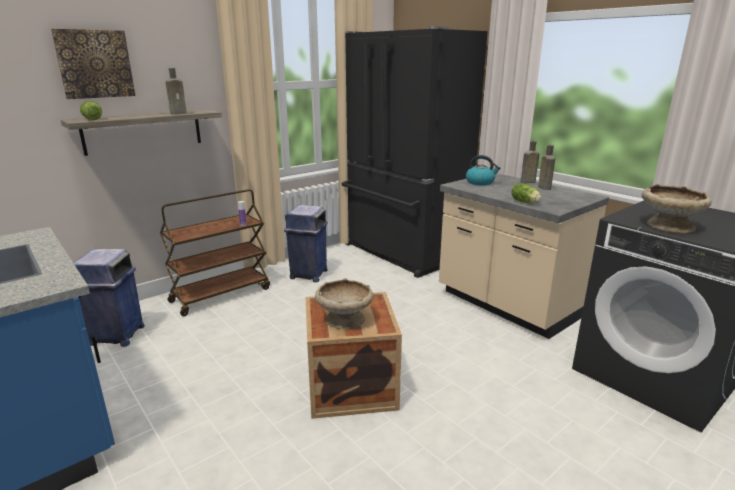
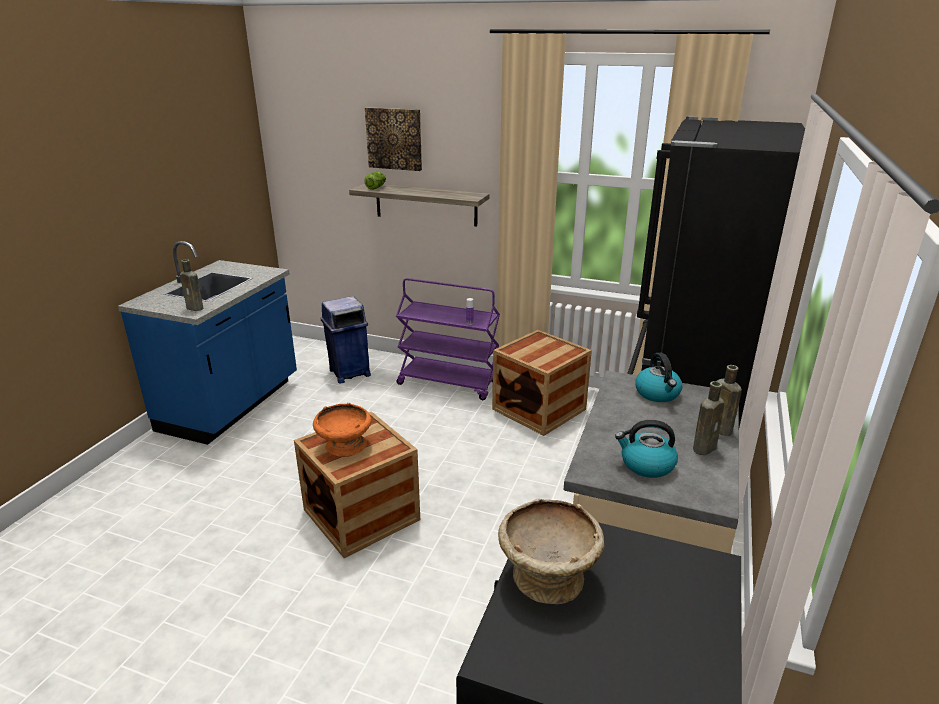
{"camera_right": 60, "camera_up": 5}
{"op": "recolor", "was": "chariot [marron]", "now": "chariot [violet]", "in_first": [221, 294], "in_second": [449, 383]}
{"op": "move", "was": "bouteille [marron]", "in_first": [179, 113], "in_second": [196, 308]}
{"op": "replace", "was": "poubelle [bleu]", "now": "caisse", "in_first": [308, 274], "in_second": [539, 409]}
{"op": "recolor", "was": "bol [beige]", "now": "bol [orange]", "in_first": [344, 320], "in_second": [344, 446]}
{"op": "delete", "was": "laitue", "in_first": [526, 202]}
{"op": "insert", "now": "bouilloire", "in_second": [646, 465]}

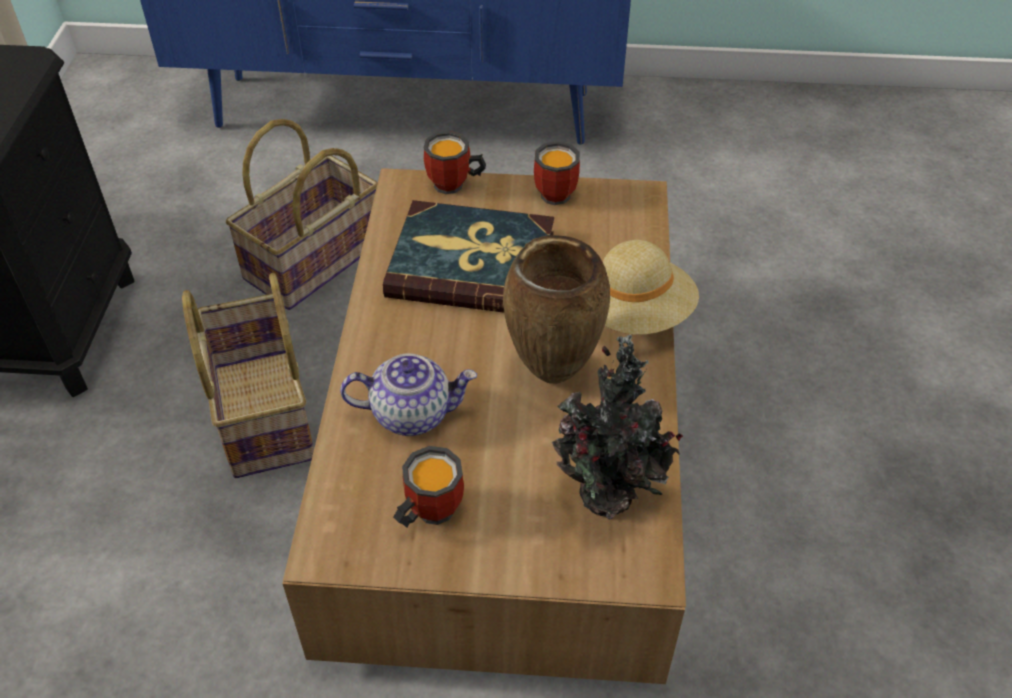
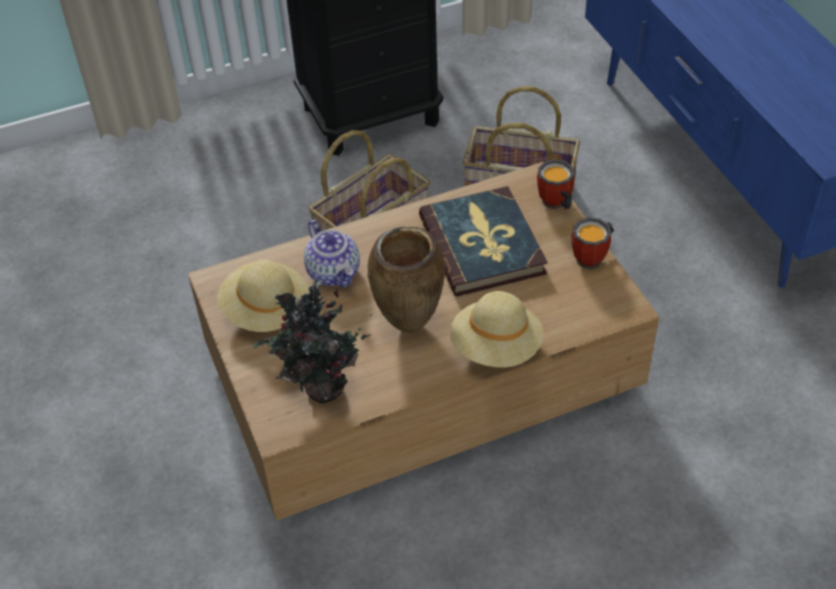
{"camera_right": 65, "camera_up": 0}
{"op": "replace", "was": "mug", "now": "chapeau [beige]", "in_first": [427, 511], "in_second": [265, 311]}

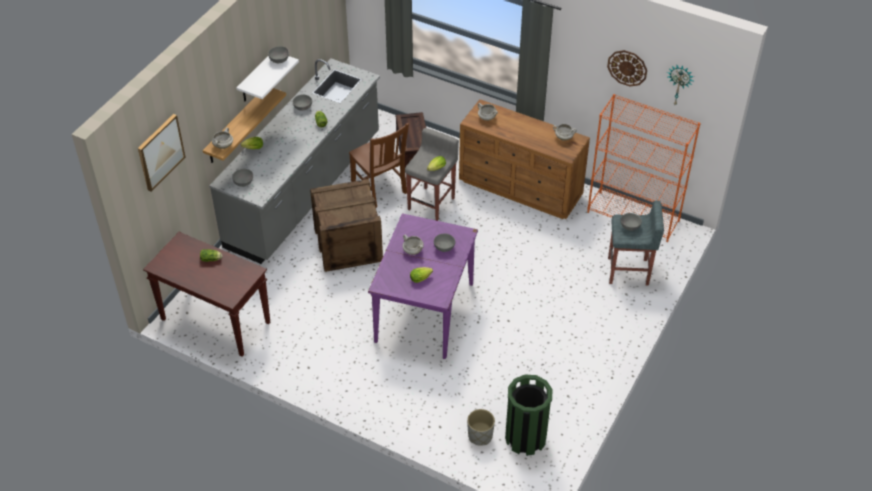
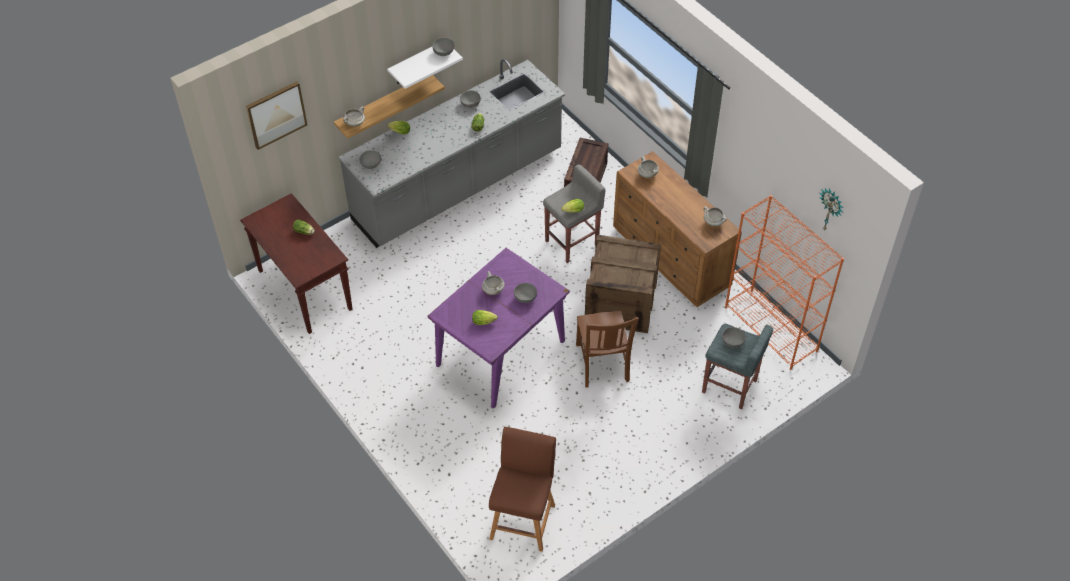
{"camera_right": 25, "camera_up": 5}
{"op": "move", "was": "caisse", "in_first": [348, 245], "in_second": [621, 303]}
{"op": "move", "was": "chaise [marron]", "in_first": [380, 188], "in_second": [602, 364]}
{"op": "delete", "was": "cache-pot [gris]", "in_first": [480, 436]}
{"op": "replace", "was": "poubelle [vert]", "now": "tabouret [marron]", "in_first": [525, 438], "in_second": [523, 518]}
{"op": "delete", "was": "horloge murale", "in_first": [627, 68]}

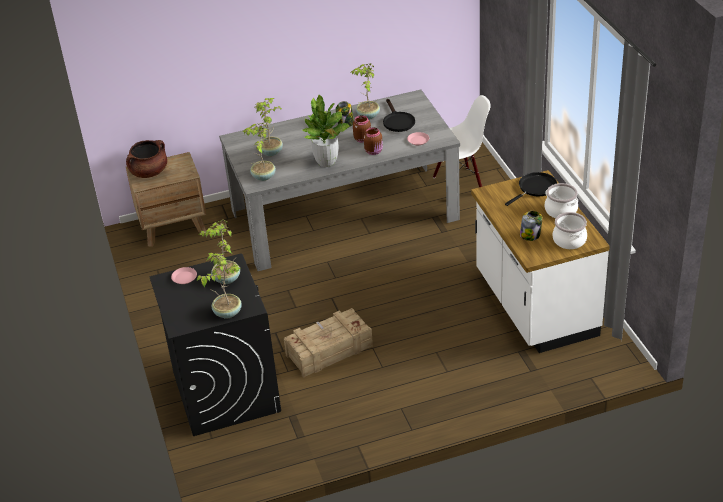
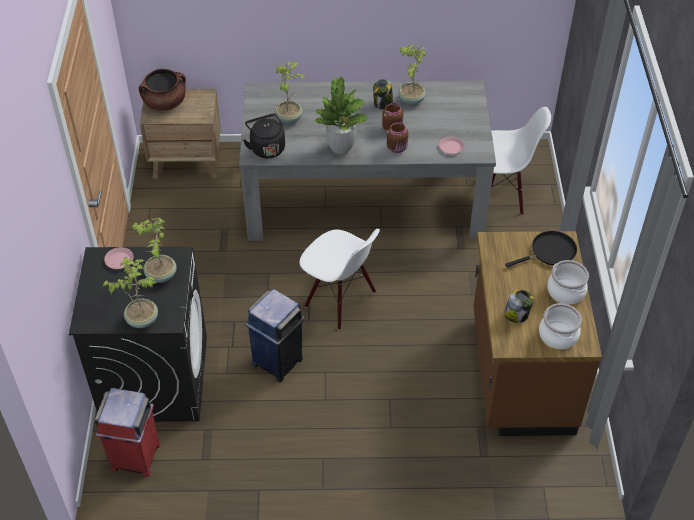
{"camera_right": 15, "camera_up": 10}
{"op": "replace", "was": "plante en pot", "now": "bouilloire [noir]", "in_first": [263, 177], "in_second": [266, 148]}
{"op": "replace", "was": "caisse", "now": "poubelle [bleu]", "in_first": [328, 350], "in_second": [278, 361]}
{"op": "delete", "was": "poêle [noir]", "in_first": [397, 121]}
{"op": "recolor", "was": "comptoir de cuisine [blanc]", "now": "comptoir de cuisine [marron]", "in_first": [534, 305], "in_second": [519, 373]}
{"op": "insert", "now": "poubelle [rouge]", "in_second": [135, 457]}
{"op": "insert", "now": "chaise [blanc]", "in_second": [339, 300]}

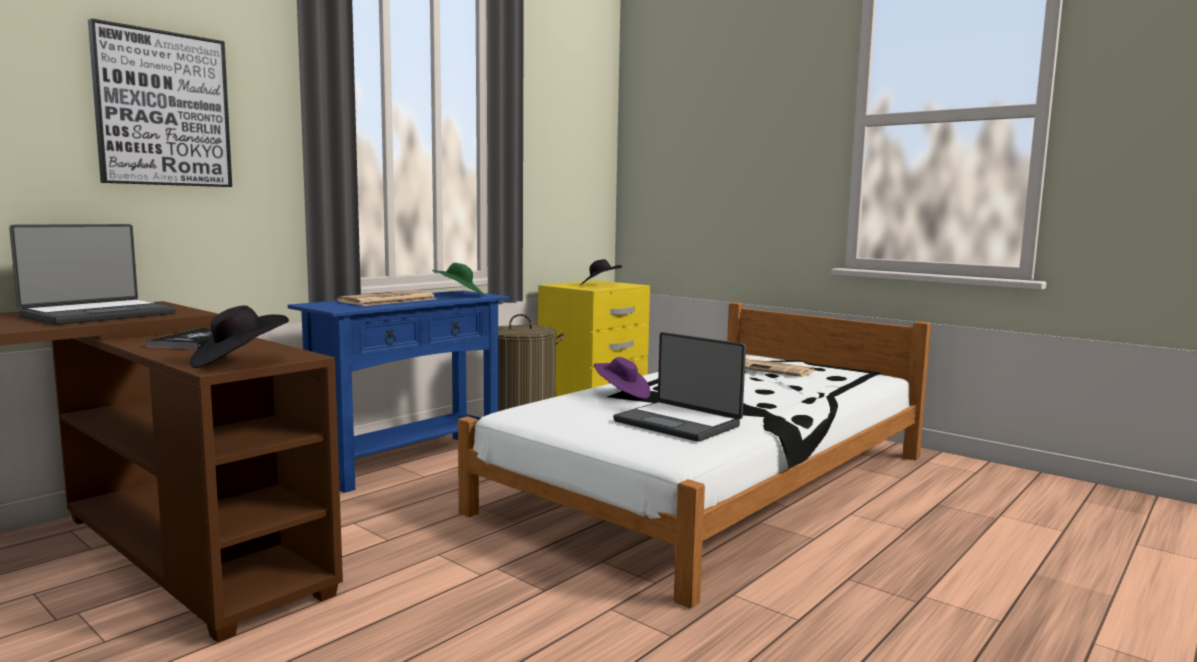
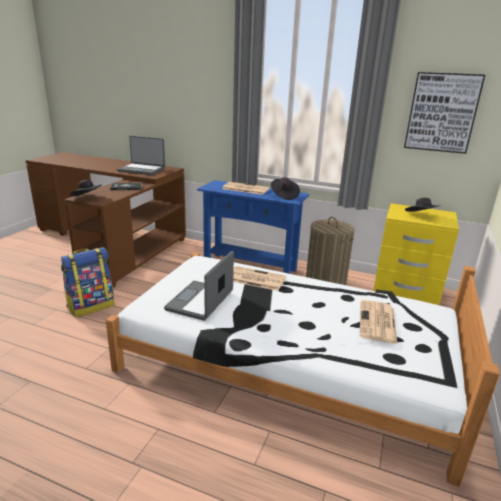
{"camera_right": 70, "camera_up": 15}
{"op": "move", "was": "tableau", "in_first": [162, 109], "in_second": [442, 113]}
{"op": "recolor", "was": "chapeau [vert]", "now": "chapeau [noir]", "in_first": [459, 295], "in_second": [284, 196]}
{"op": "replace", "was": "chapeau [violet]", "now": "journal", "in_first": [622, 394], "in_second": [254, 279]}
{"op": "insert", "now": "sac à dos", "in_second": [91, 306]}

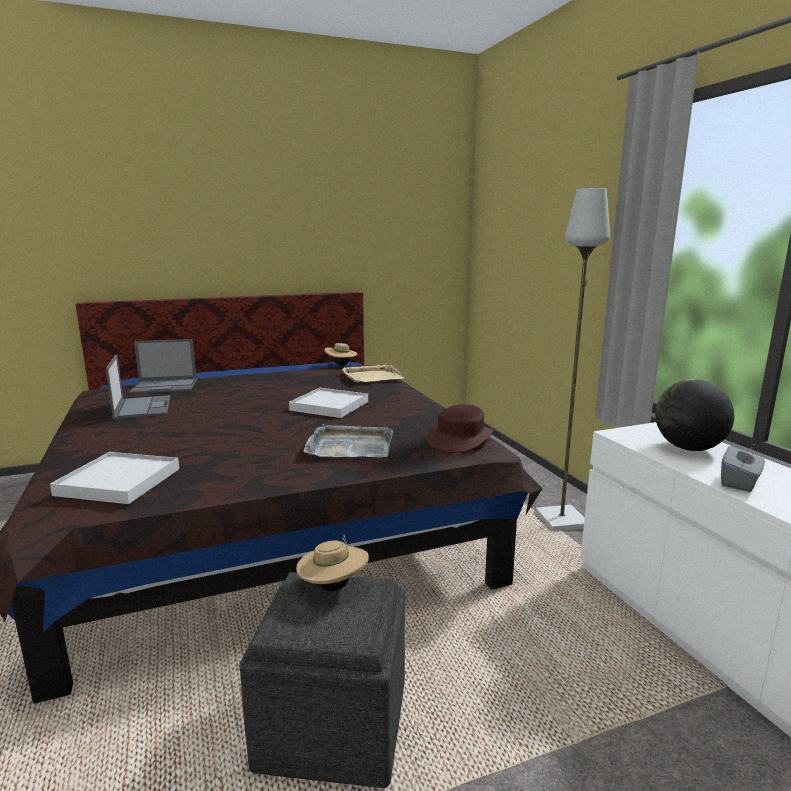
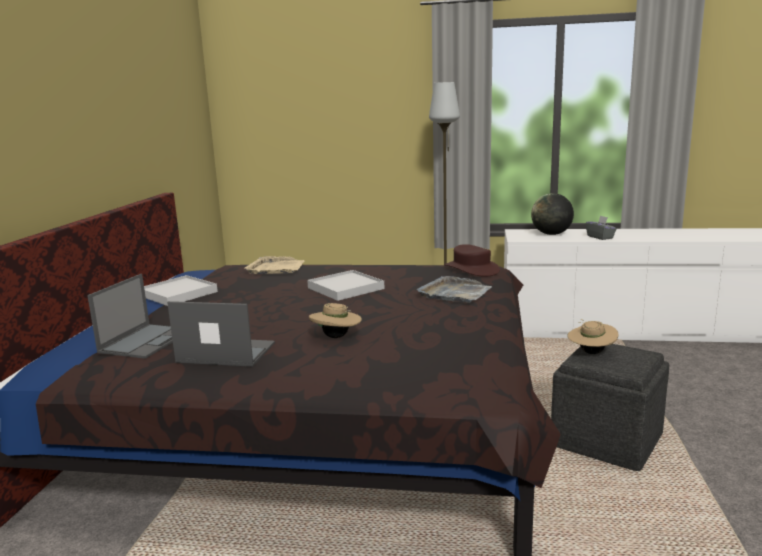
{"camera_right": -60, "camera_up": 0}
{"op": "move", "was": "plateau [blanc]", "in_first": [118, 482], "in_second": [178, 294]}
{"op": "move", "was": "chapeau [beige]", "in_first": [341, 365], "in_second": [336, 337]}

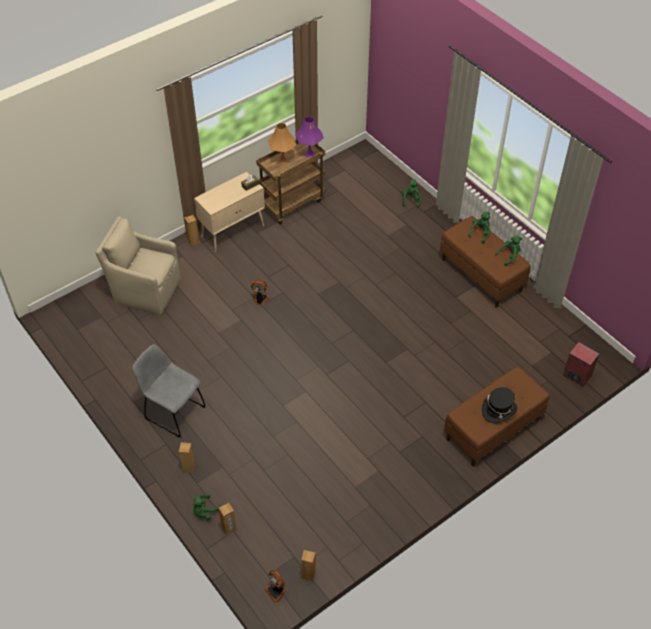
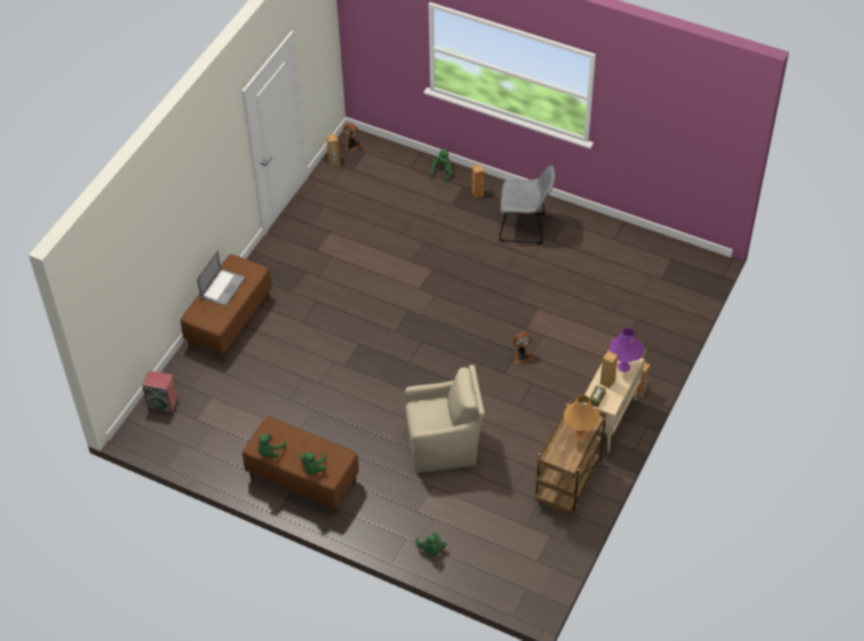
{"camera_right": 155, "camera_up": 0}
{"op": "move", "was": "fauteuil [beige]", "in_first": [145, 290], "in_second": [444, 445]}
{"op": "move", "was": "enceinte [marron]", "in_first": [229, 529], "in_second": [607, 382]}
{"op": "move", "was": "lampe de table [violet]", "in_first": [309, 154], "in_second": [624, 366]}
{"op": "replace", "was": "chapeau [noir]", "now": "ordinateur portable", "in_first": [499, 410], "in_second": [222, 287]}

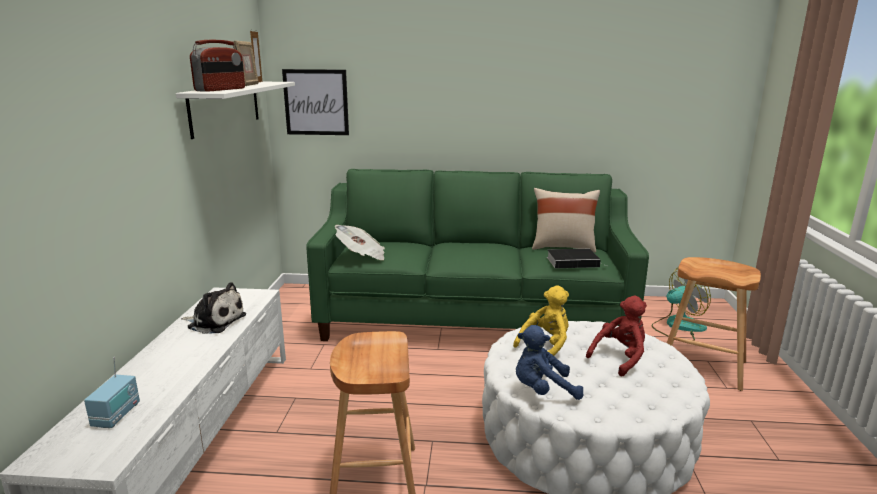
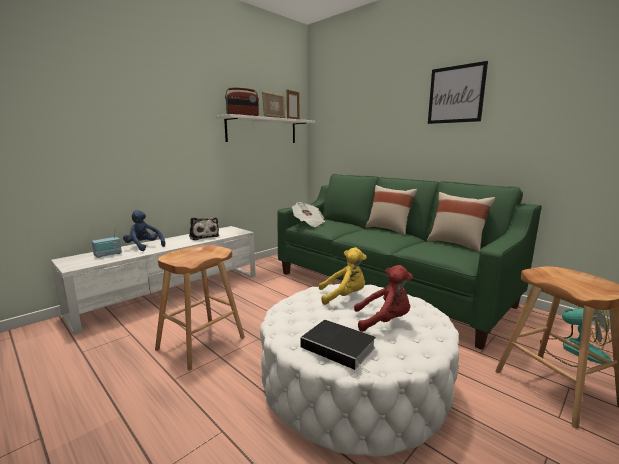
{"camera_right": 40, "camera_up": -5}
{"op": "move", "was": "tableau", "in_first": [316, 102], "in_second": [456, 94]}
{"op": "move", "was": "peluche [bleu]", "in_first": [542, 390], "in_second": [144, 247]}
{"op": "move", "was": "livre", "in_first": [574, 262], "in_second": [340, 347]}
{"op": "insert", "now": "coussin [beige]", "in_second": [389, 230]}

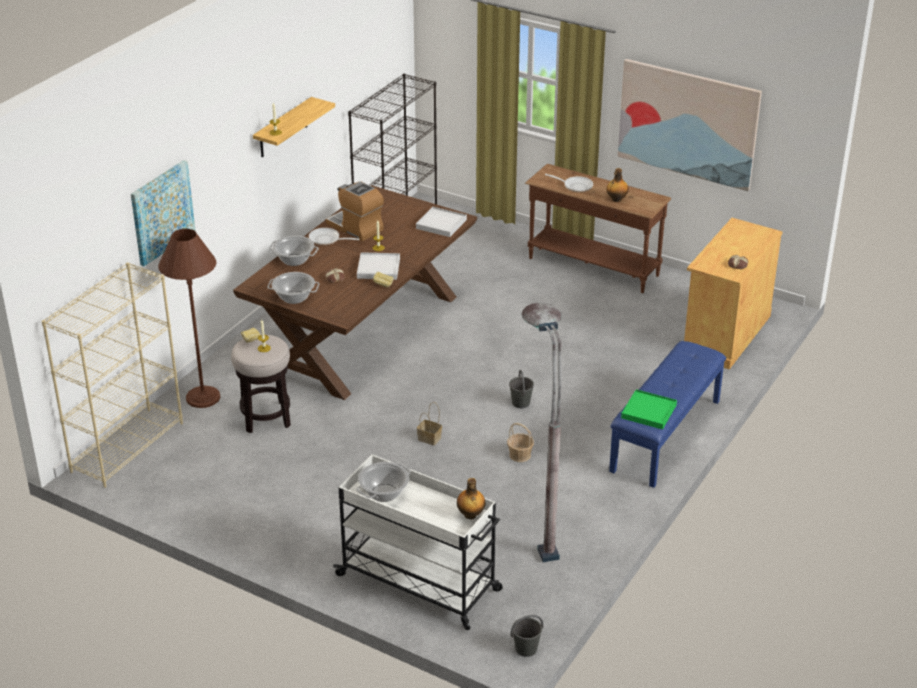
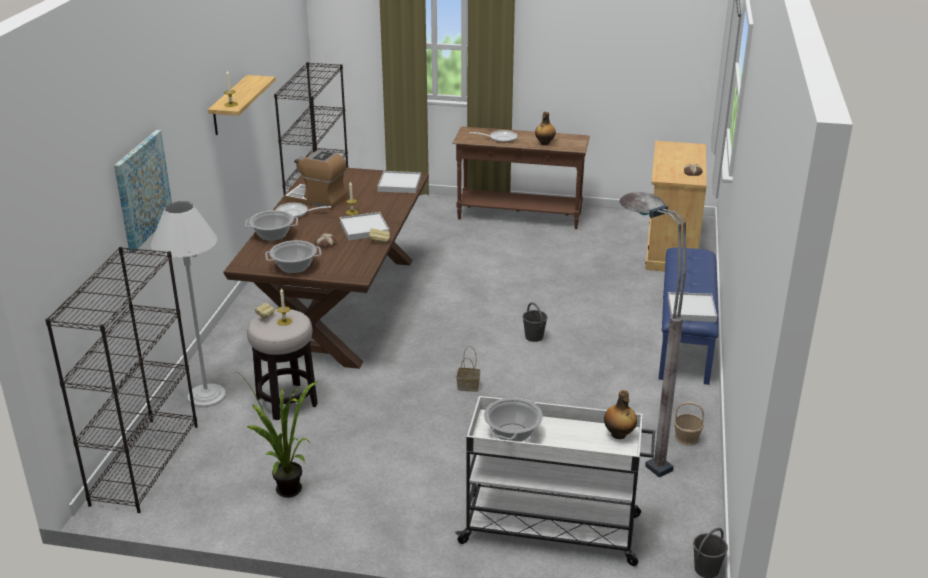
{"camera_right": -20, "camera_up": -5}
{"op": "recolor", "was": "bibliothèque [beige]", "now": "bibliothèque [noir]", "in_first": [127, 446], "in_second": [145, 463]}
{"op": "recolor", "was": "lampadaire [marron]", "now": "lampadaire [blanc]", "in_first": [203, 397], "in_second": [207, 396]}
{"op": "move", "was": "panier", "in_first": [520, 455], "in_second": [687, 438]}
{"op": "delete", "was": "tableau", "in_first": [688, 123]}
{"op": "recolor", "was": "plateau [vert]", "now": "plateau [blanc]", "in_first": [649, 412], "in_second": [691, 309]}
{"op": "insert", "now": "plante en pot", "in_second": [288, 494]}

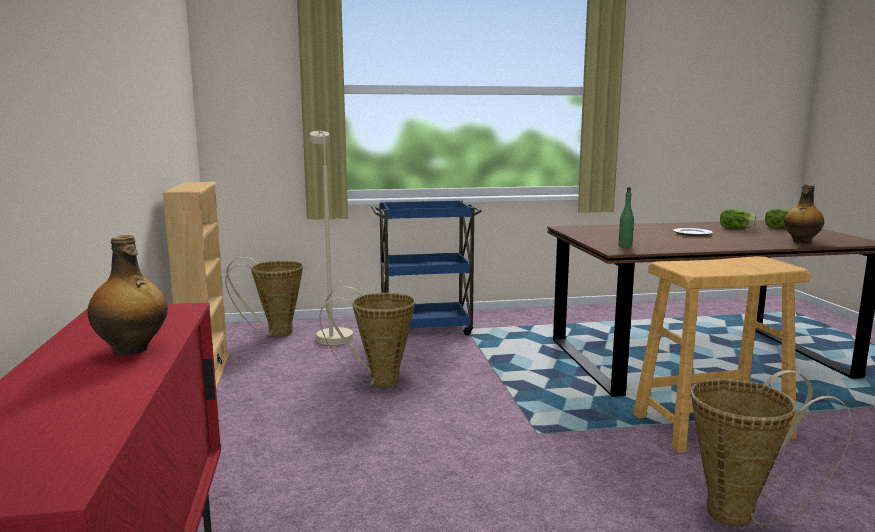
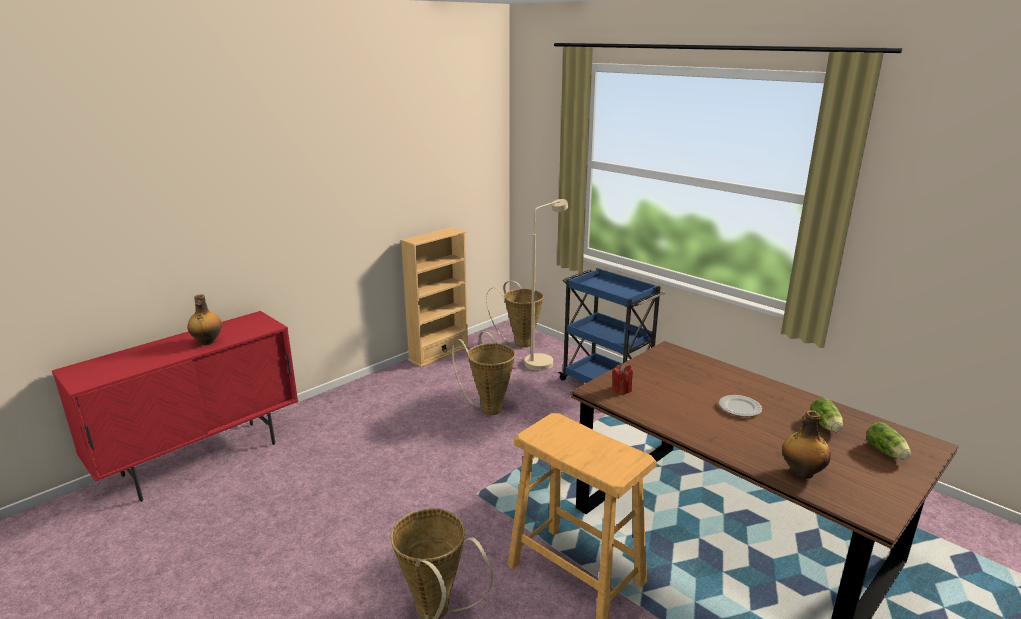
{"camera_right": 55, "camera_up": 10}
{"op": "replace", "was": "bouteille [vert]", "now": "bougie [rouge]", "in_first": [625, 246], "in_second": [621, 389]}

